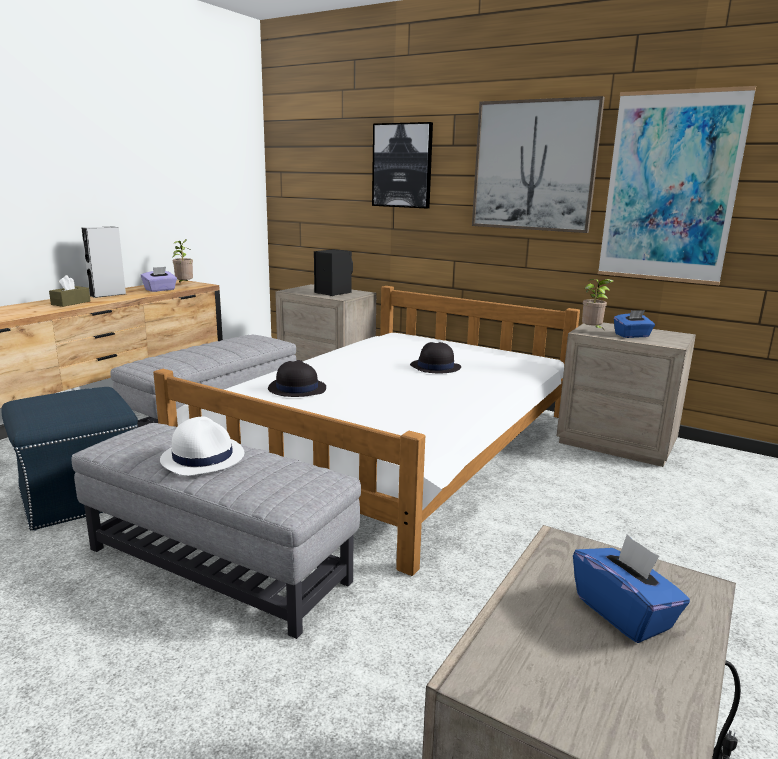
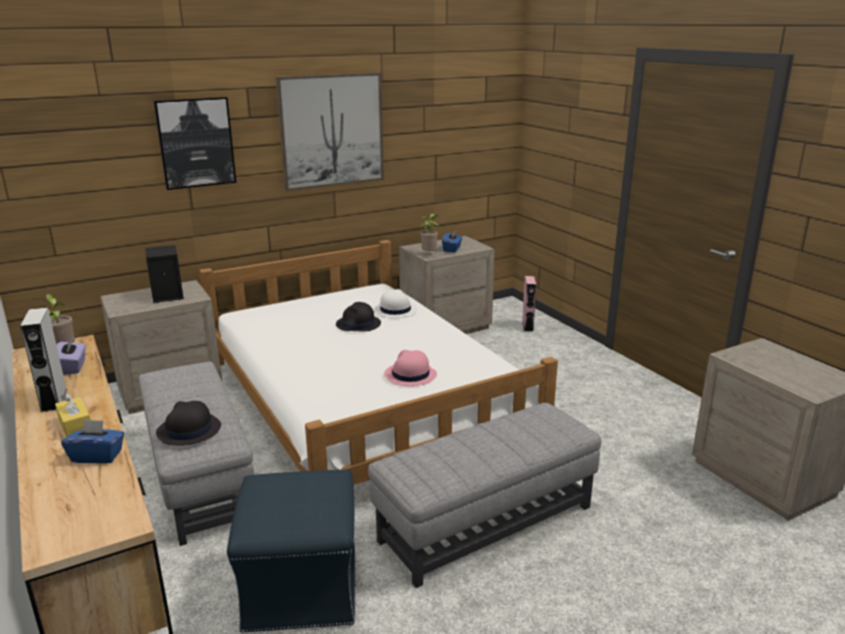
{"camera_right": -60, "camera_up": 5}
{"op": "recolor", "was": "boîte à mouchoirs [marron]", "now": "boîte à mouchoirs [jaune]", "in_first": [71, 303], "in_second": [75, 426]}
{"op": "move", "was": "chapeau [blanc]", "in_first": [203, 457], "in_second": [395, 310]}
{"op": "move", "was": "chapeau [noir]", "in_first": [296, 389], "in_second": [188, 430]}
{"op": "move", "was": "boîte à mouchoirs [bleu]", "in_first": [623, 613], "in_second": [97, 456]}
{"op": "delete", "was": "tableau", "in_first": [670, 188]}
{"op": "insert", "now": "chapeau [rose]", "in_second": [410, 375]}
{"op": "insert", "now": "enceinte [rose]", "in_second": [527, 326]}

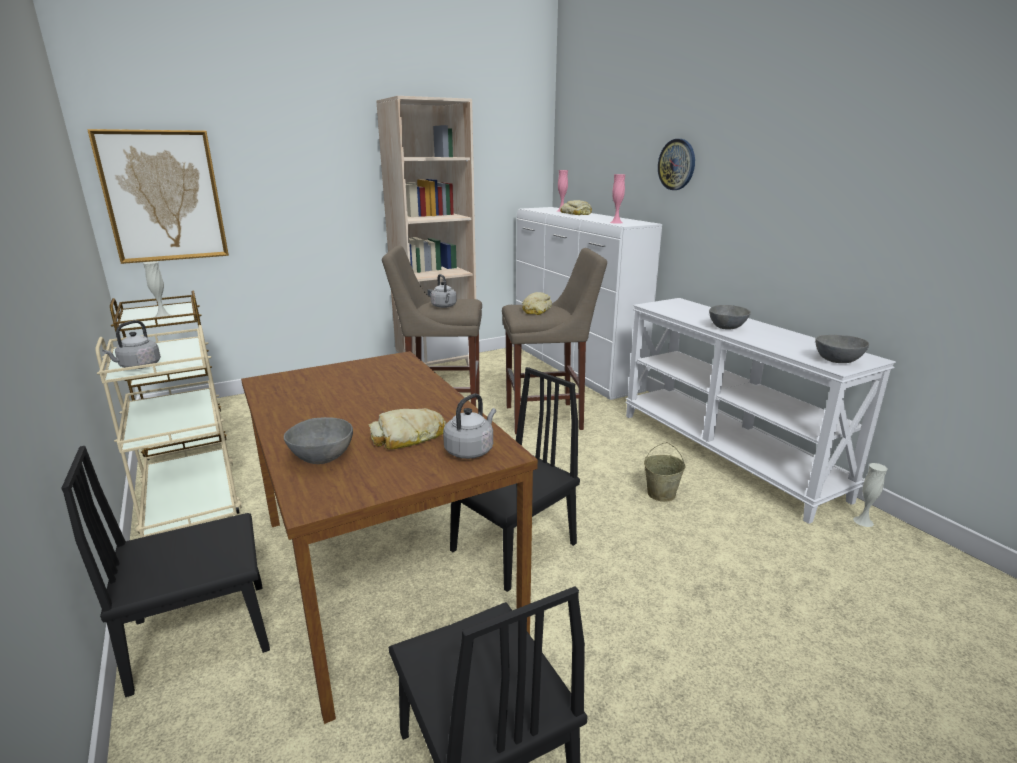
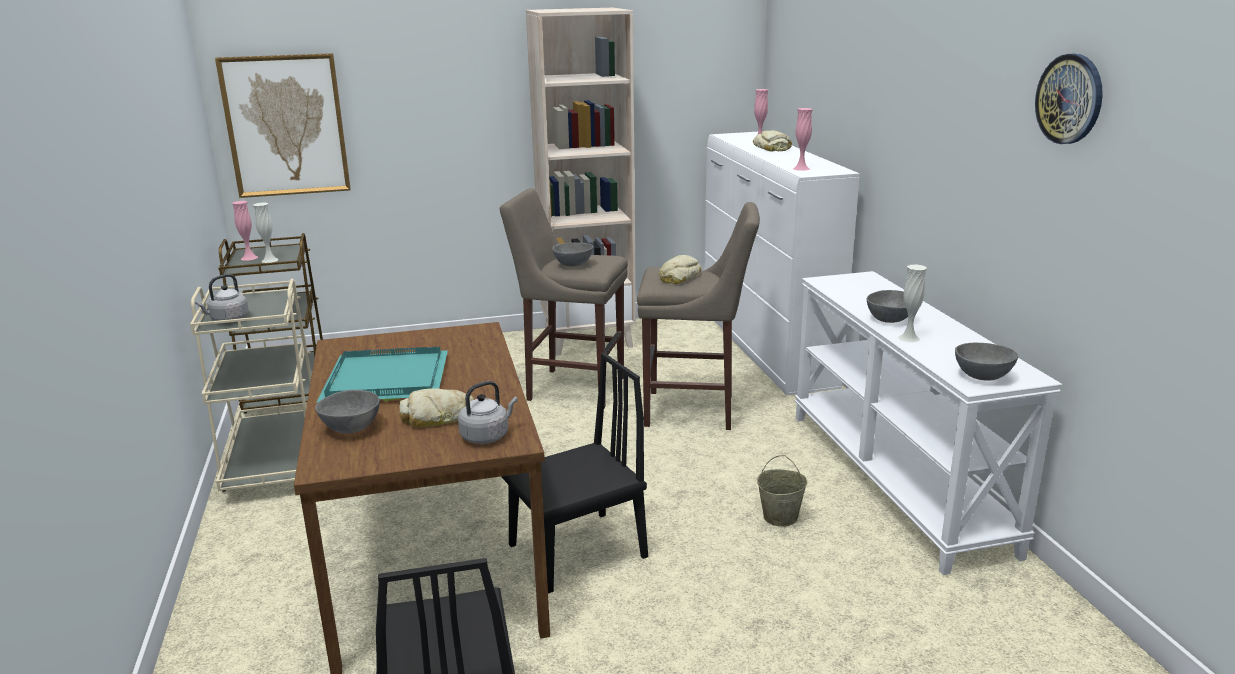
{"camera_right": 15, "camera_up": 0}
{"op": "delete", "was": "chaise [noir]", "in_first": [202, 635]}
{"op": "replace", "was": "bouilloire [gris]", "now": "bol [gris]", "in_first": [444, 306], "in_second": [573, 265]}
{"op": "move", "was": "horloge murale", "in_first": [677, 164], "in_second": [1070, 99]}
{"op": "move", "was": "vase [blanc]", "in_first": [863, 521], "in_second": [909, 338]}
{"op": "insert", "now": "vase [rose]", "in_second": [249, 258]}
{"op": "insert", "now": "plateau [turquoise]", "in_second": [384, 380]}

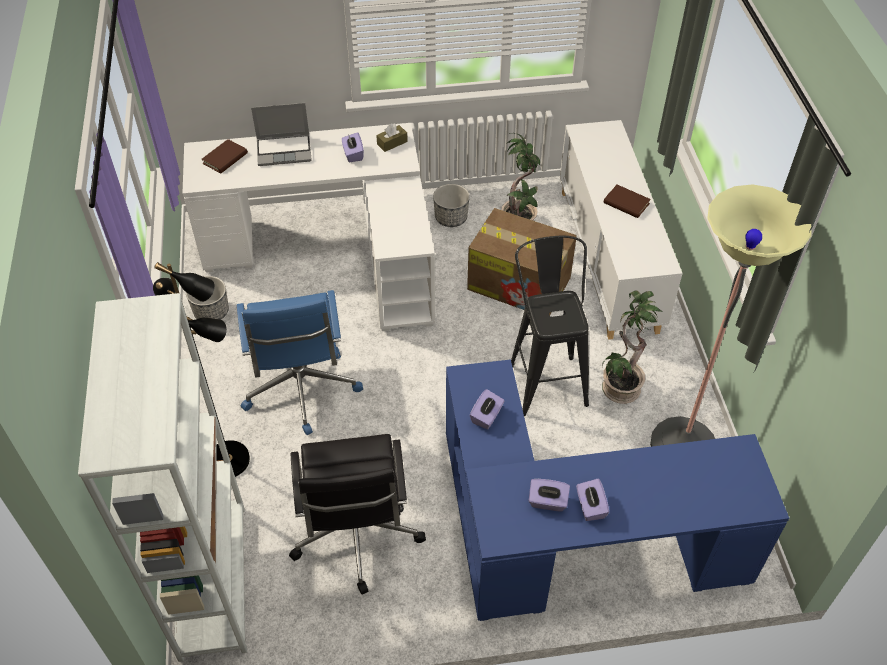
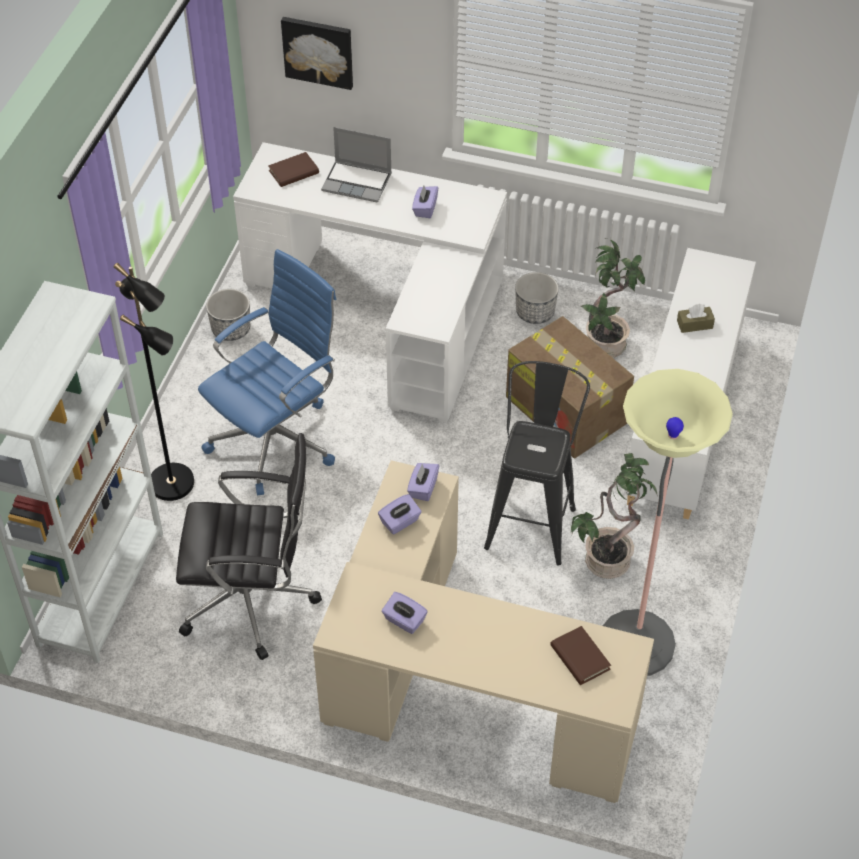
{"camera_right": 25, "camera_up": 0}
{"op": "rotate", "was": "chaise de bureau [bleu]", "in_first": [301, 388], "in_second": [277, 439], "clockwise": -150}
{"op": "rotate", "was": "chaise de bureau [noir]", "in_first": [356, 535], "in_second": [252, 600], "clockwise": -105}
{"op": "move", "was": "boîte à mouchoirs [marron]", "in_first": [392, 143], "in_second": [694, 324]}
{"op": "recolor", "was": "bureau [bleu]", "now": "bureau [beige]", "in_first": [571, 541], "in_second": [458, 689]}
{"op": "move", "was": "boîte à mouchoirs [violet]", "in_first": [590, 507], "in_second": [423, 488]}
{"op": "move", "was": "livre [marron]", "in_first": [626, 203], "in_second": [580, 657]}
{"op": "insert", "now": "tableau", "in_second": [318, 51]}

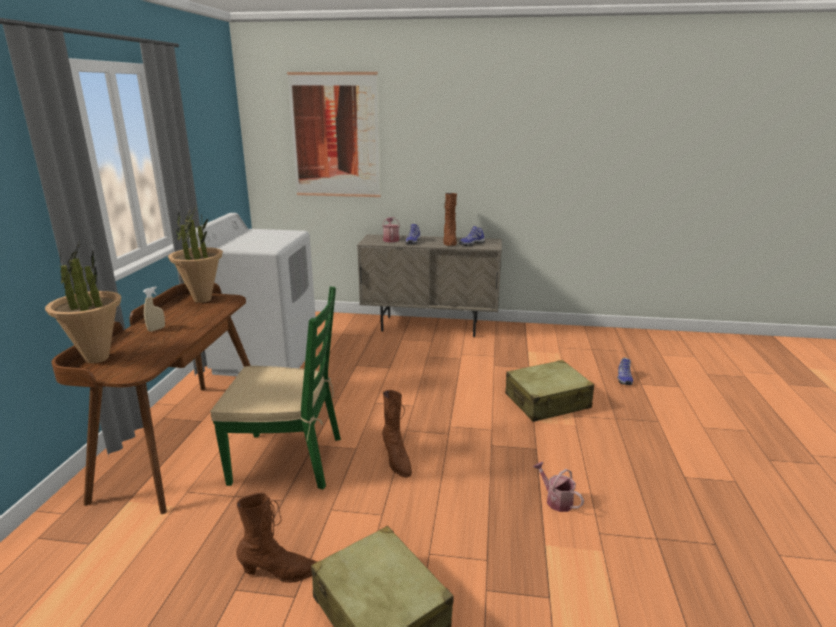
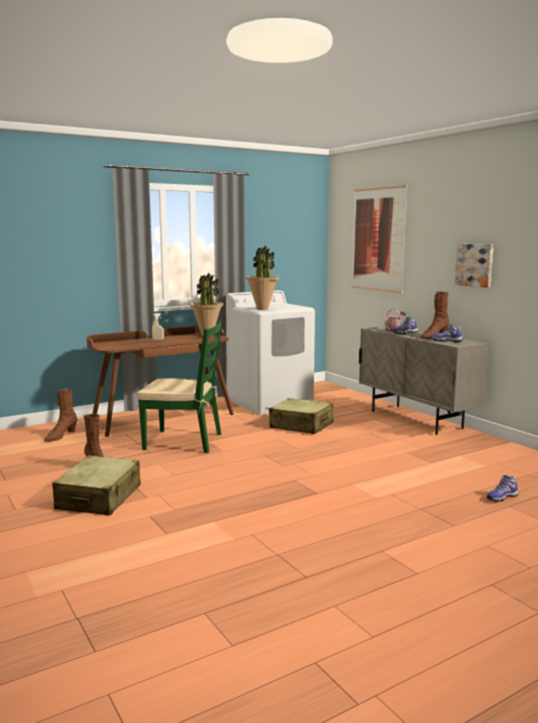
{"camera_right": 50, "camera_up": -10}
{"op": "move", "was": "plante en pot", "in_first": [97, 358], "in_second": [262, 309]}
{"op": "rotate", "was": "chaise [vert]", "in_first": [288, 460], "in_second": [184, 441], "clockwise": -45}
{"op": "move", "was": "botte [marron]", "in_first": [396, 461], "in_second": [60, 437]}
{"op": "move", "was": "valise [beige]", "in_first": [547, 402], "in_second": [301, 426]}
{"op": "delete", "was": "arrosoir", "in_first": [556, 500]}
{"op": "insert", "now": "tableau", "in_second": [475, 265]}

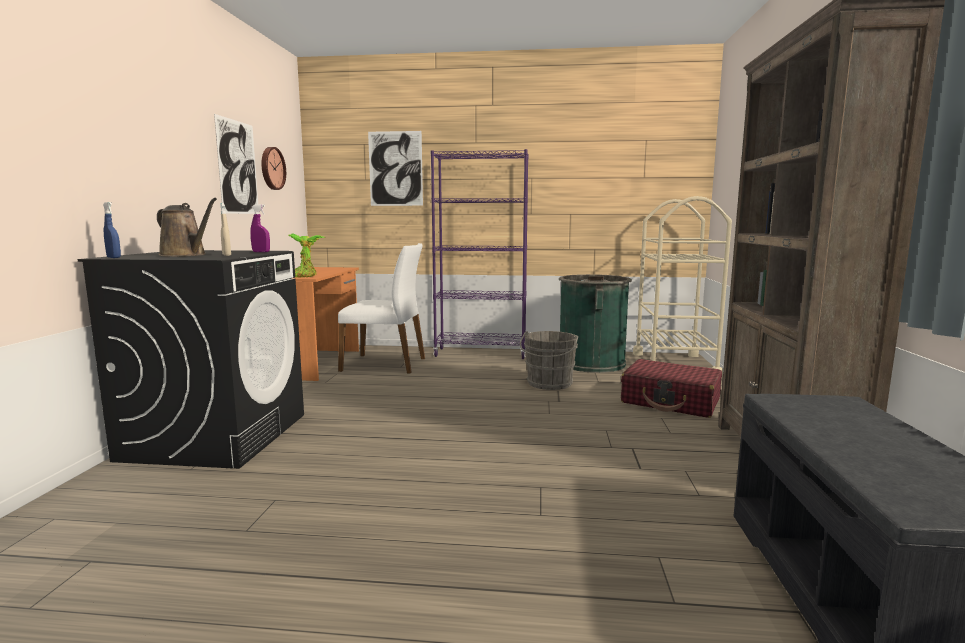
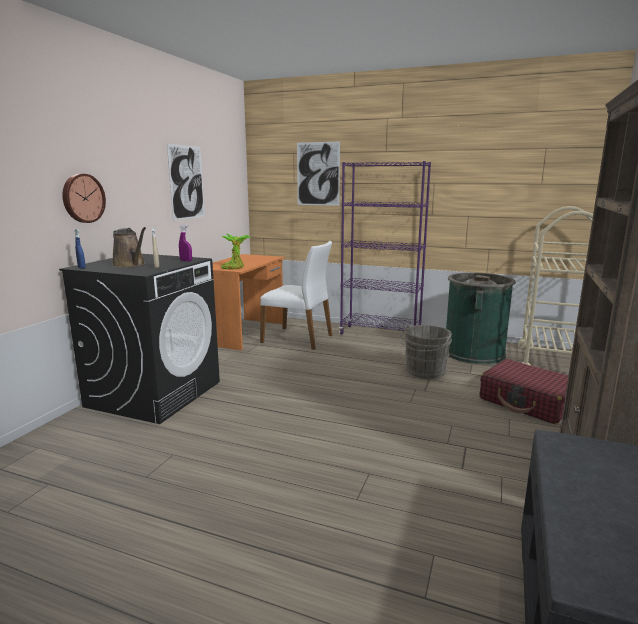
{"camera_right": 15, "camera_up": 5}
{"op": "move", "was": "horloge murale", "in_first": [271, 168], "in_second": [82, 198]}

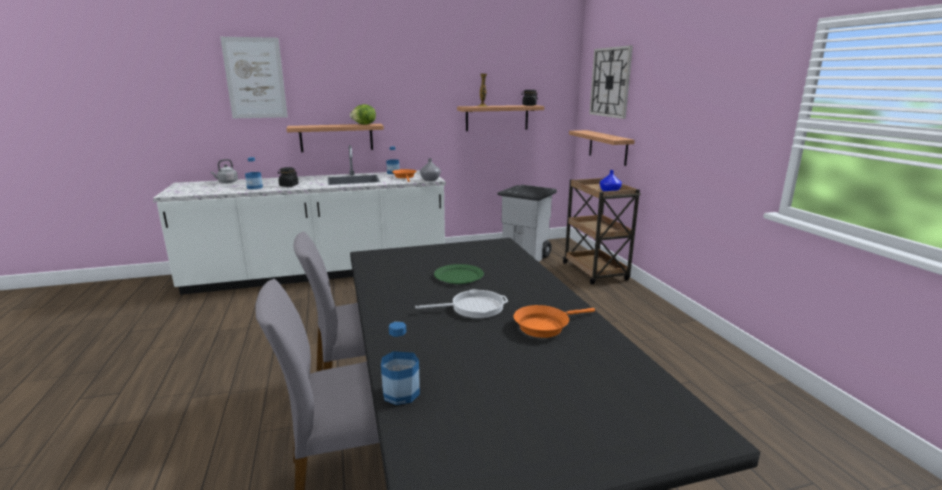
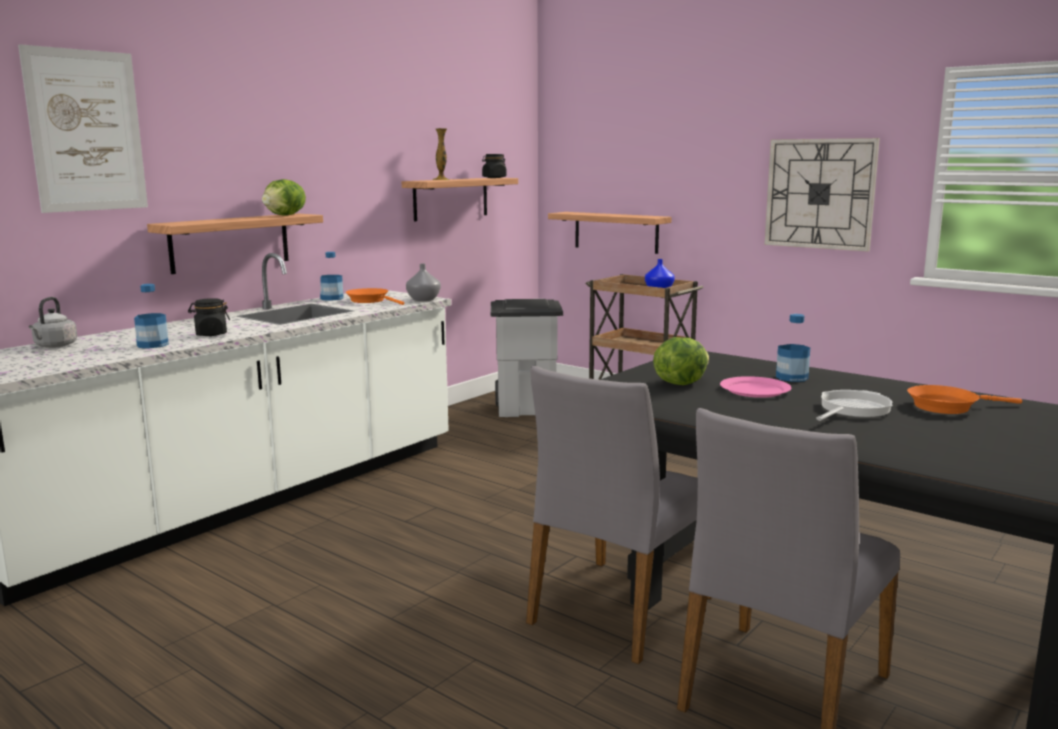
{"camera_right": -35, "camera_up": -5}
{"op": "move", "was": "bouteille", "in_first": [401, 393], "in_second": [792, 377]}
{"op": "recolor", "was": "assiette [vert]", "now": "assiette [rose]", "in_first": [459, 276], "in_second": [754, 390]}
{"op": "rotate", "was": "poêle [orange]", "in_first": [545, 326], "in_second": [947, 406], "clockwise": 60}
{"op": "move", "was": "horloge murale", "in_first": [610, 82], "in_second": [820, 194]}
{"op": "insert", "now": "laitue", "in_second": [680, 383]}

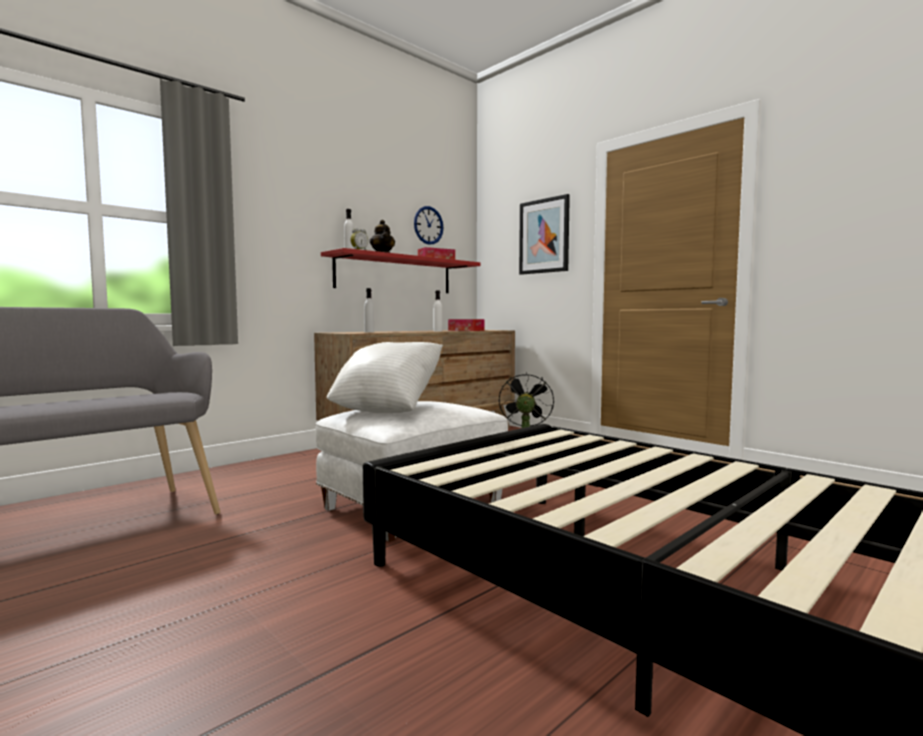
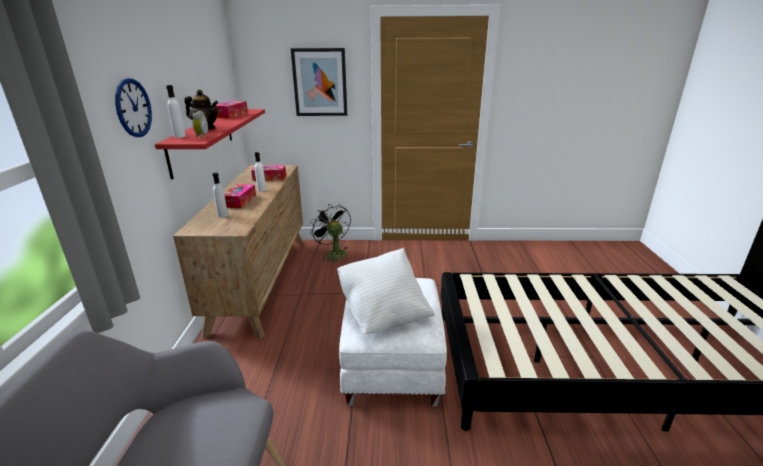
{"camera_right": -45, "camera_up": 20}
{"op": "move", "was": "horloge murale", "in_first": [428, 225], "in_second": [133, 108]}
{"op": "insert", "now": "boîte à mouchoirs", "in_second": [240, 201]}

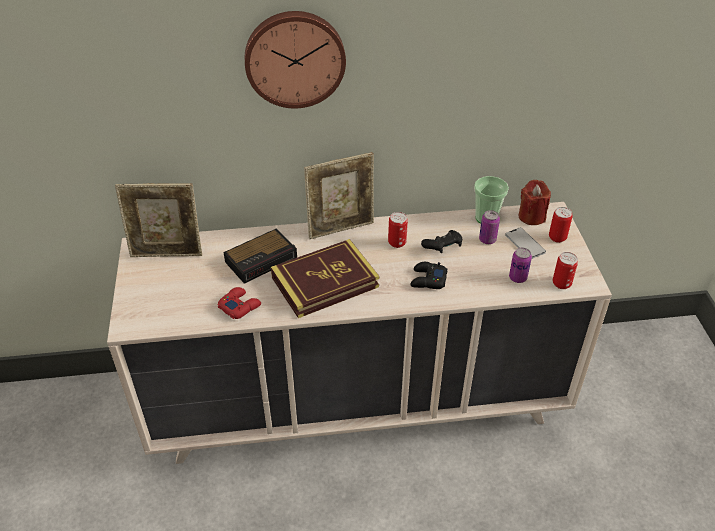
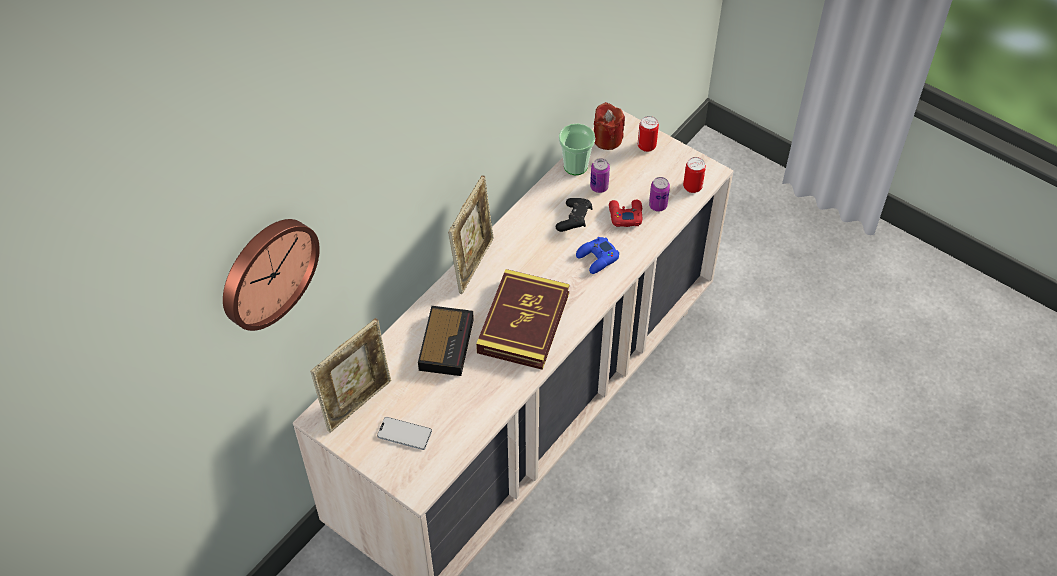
{"camera_right": -45, "camera_up": 10}
{"op": "move", "was": "manette [rouge]", "in_first": [239, 306], "in_second": [625, 215]}
{"op": "move", "was": "horloge murale", "in_first": [295, 58], "in_second": [266, 271]}
{"op": "delete", "was": "boîte métallique", "in_first": [397, 243]}
{"op": "recolor", "was": "manette [noir]", "now": "manette [bleu]", "in_first": [428, 280], "in_second": [597, 258]}
{"op": "move", "was": "téléphone", "in_first": [525, 244], "in_second": [404, 434]}

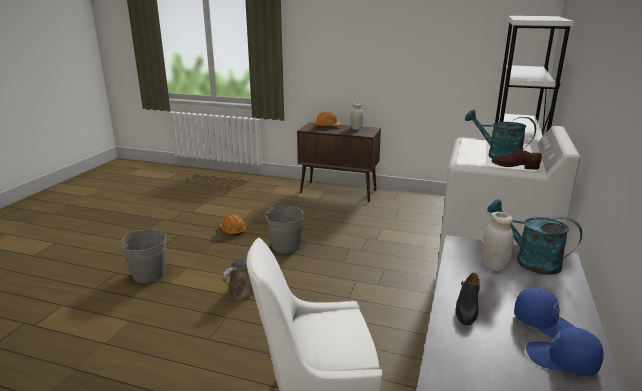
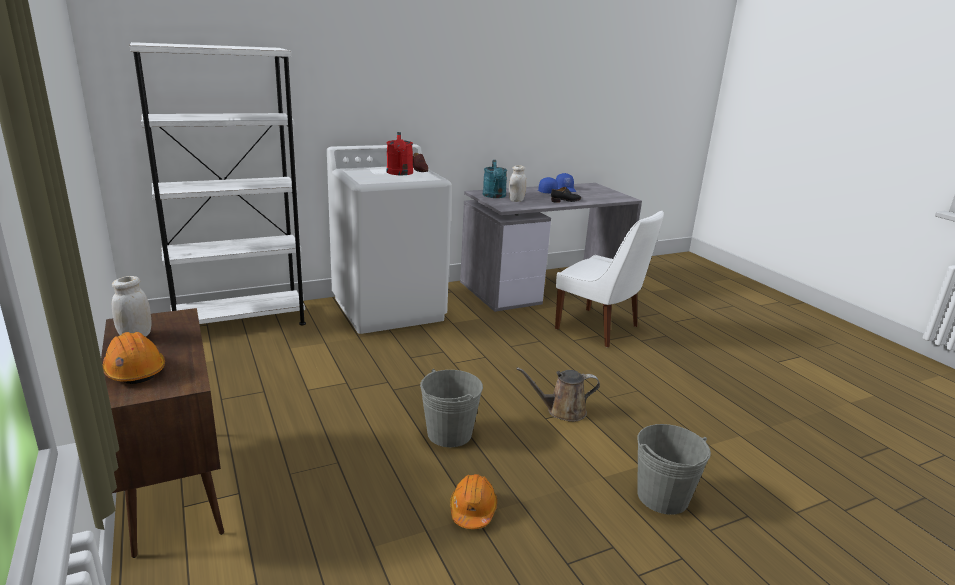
{"camera_right": -135, "camera_up": 0}
{"op": "recolor", "was": "arrosoir [turquoise]", "now": "arrosoir [rouge]", "in_first": [497, 156], "in_second": [400, 173]}

